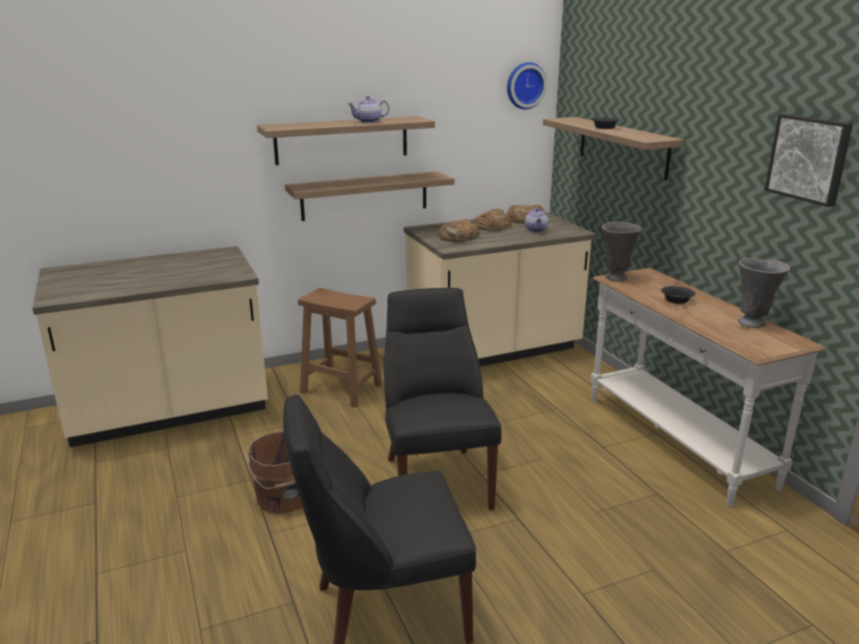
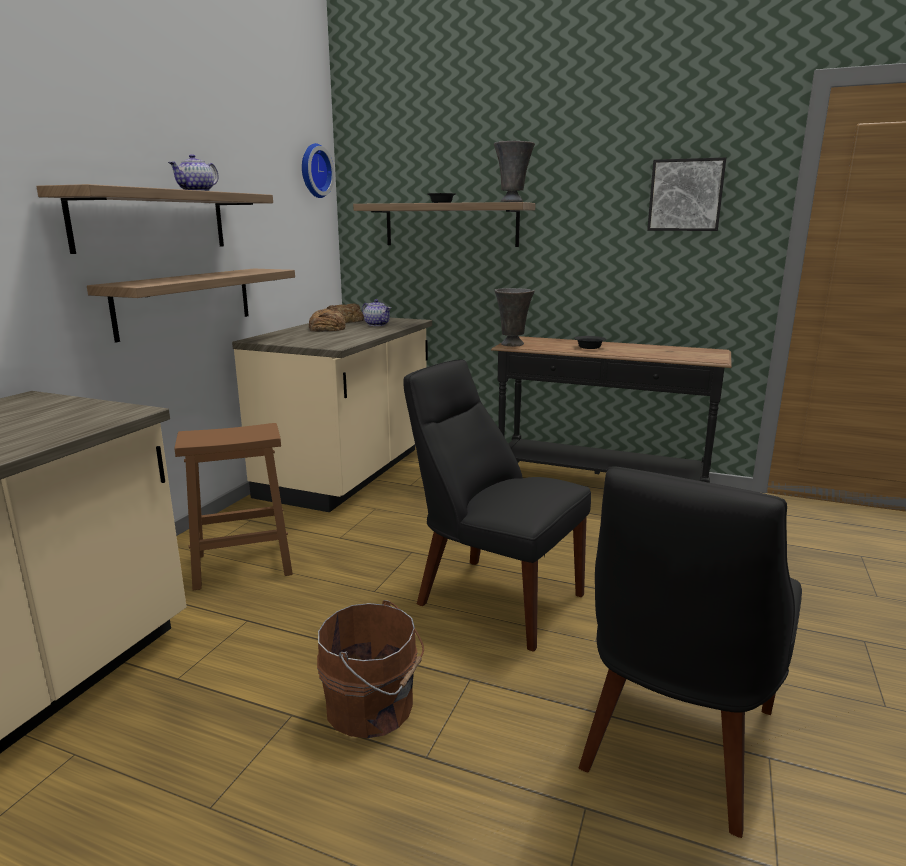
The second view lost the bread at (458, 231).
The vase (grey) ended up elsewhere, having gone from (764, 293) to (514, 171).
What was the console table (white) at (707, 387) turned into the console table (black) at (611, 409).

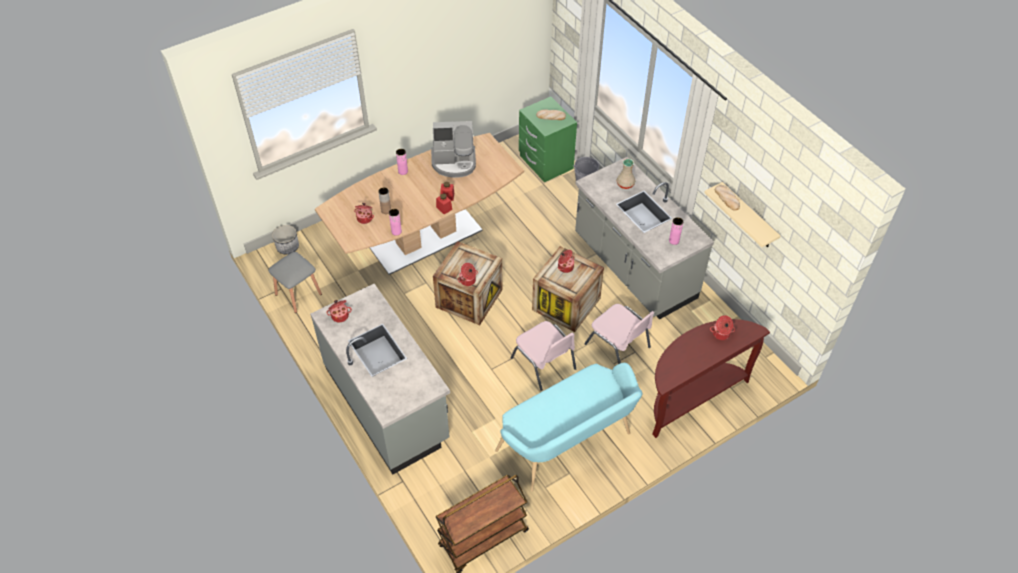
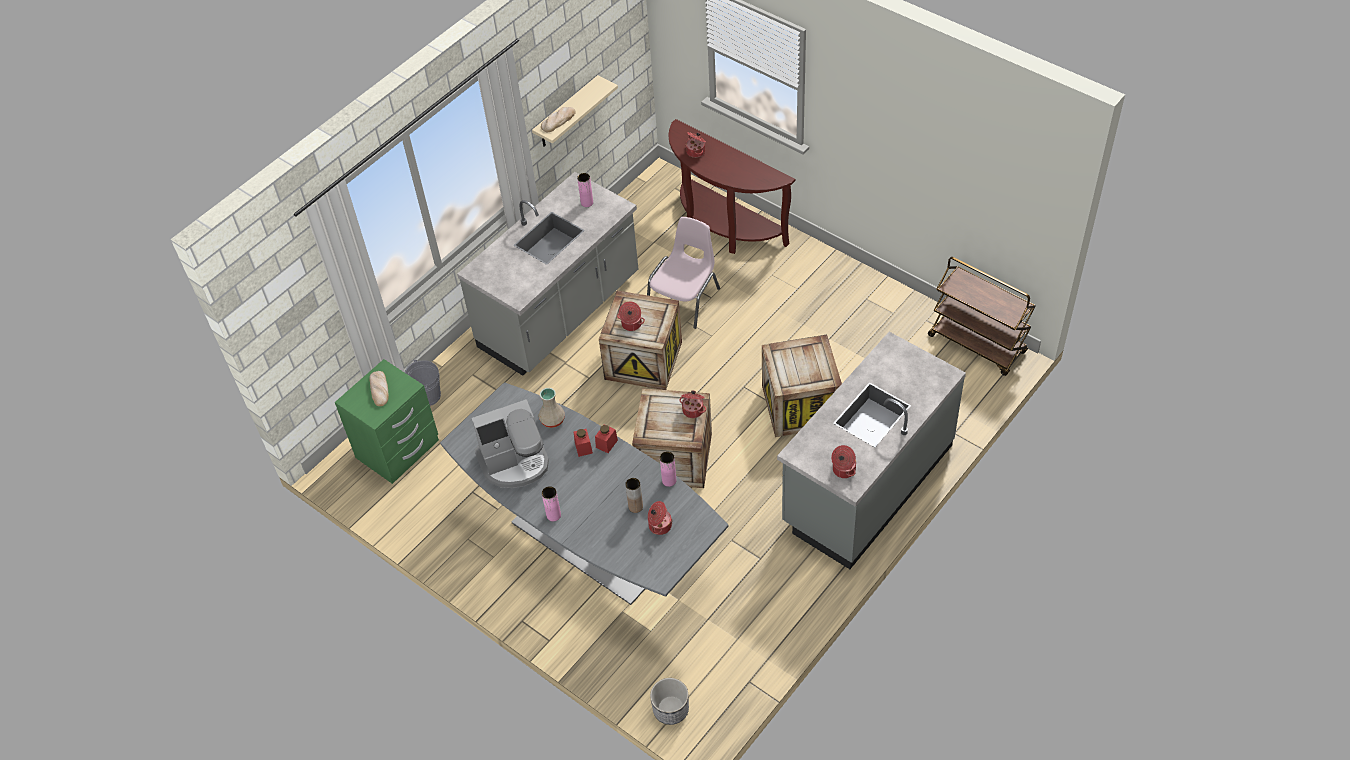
The coffee machine at (453, 149) ended up facing another way, 90 degrees clockwise from before.
What was the dining table (brown) at (419, 204) turned into the dining table (grey) at (584, 493).
The vase (beige) ended up elsewhere, having gone from (626, 174) to (552, 408).
The second view lost the stool (grey) at (295, 282).
The second view lost the chair (pink) at (543, 356).
The second view lost the bench (turquoise) at (569, 427).
The second view gained the crate at (802, 385).

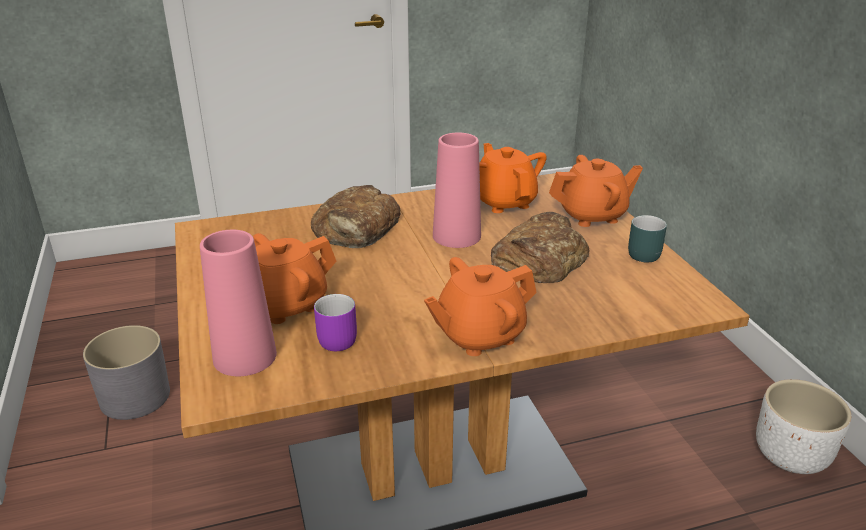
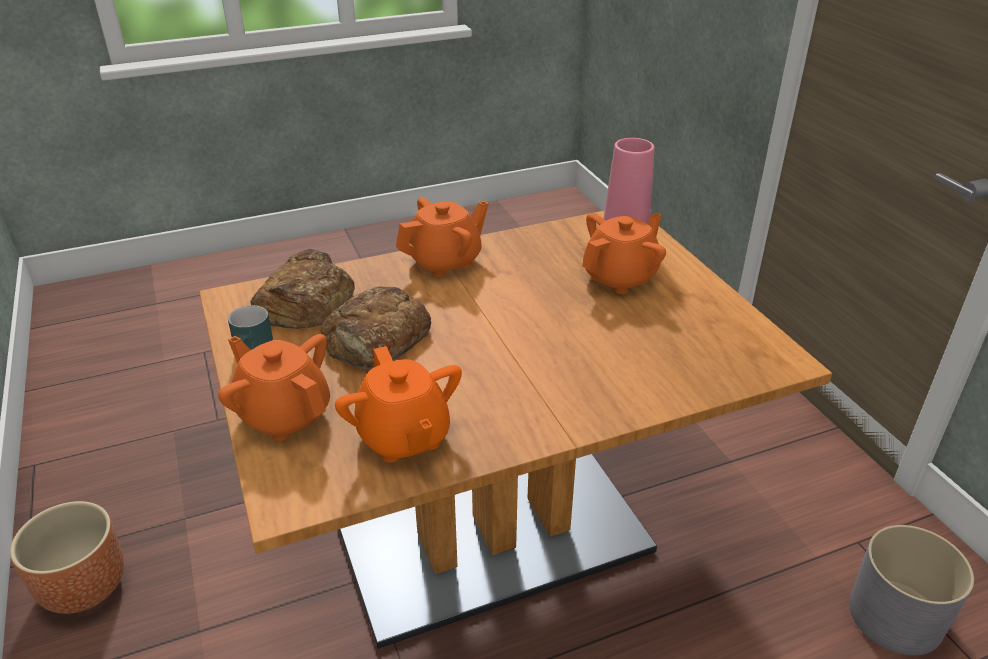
The second view lost the vase (pink) at (457, 190).
The teapot (orange) at (596, 191) ended up facing another way, 60 degrees clockwise from before.
The bread ended up elsewhere, having gone from (356, 216) to (303, 289).
The second view lost the mug (purple) at (335, 322).
What was the planter (white) at (804, 426) turned into the planter (brown) at (67, 557).

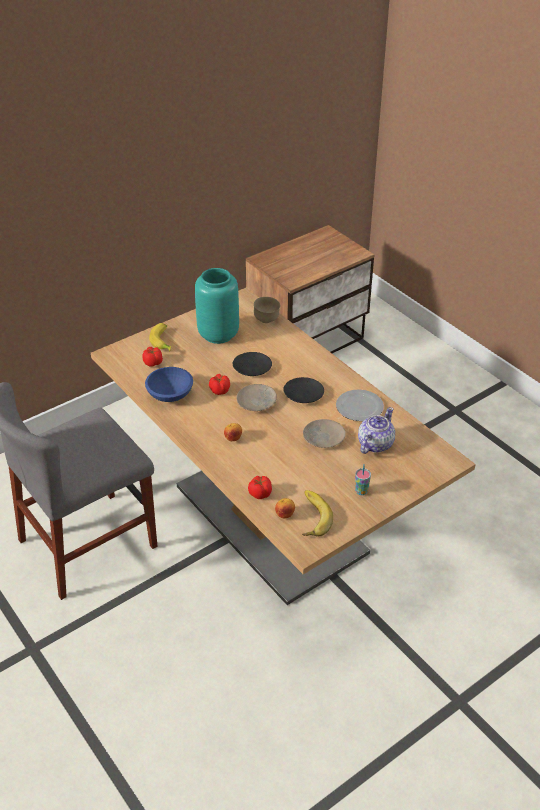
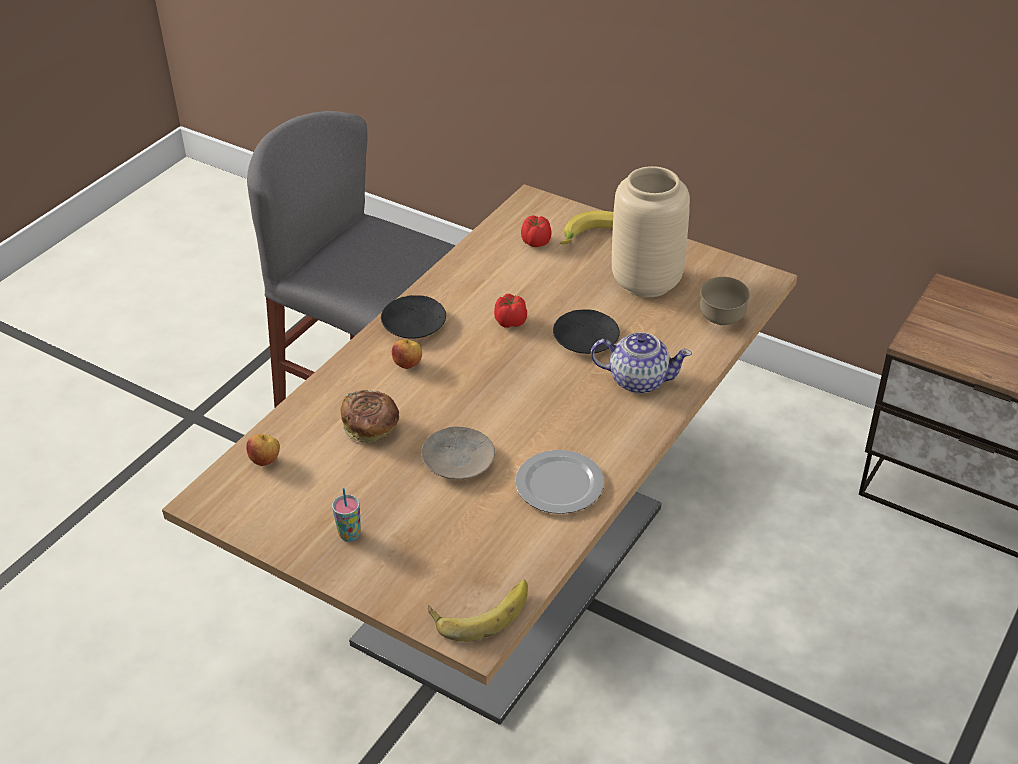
What was the vase (turquoise) at (217, 306) turned into the vase (beige) at (651, 232).
The second view lost the bowl (blue) at (169, 384).
The plate (black) ended up elsewhere, having gone from (303, 390) to (413, 317).
The second view lost the plate (beige) at (257, 397).
The teapot ended up elsewhere, having gone from (376, 430) to (641, 363).
The second view lost the tomato at (260, 487).
The banana ended up elsewhere, having gone from (317, 513) to (478, 611).
The second view gained the bread at (369, 416).

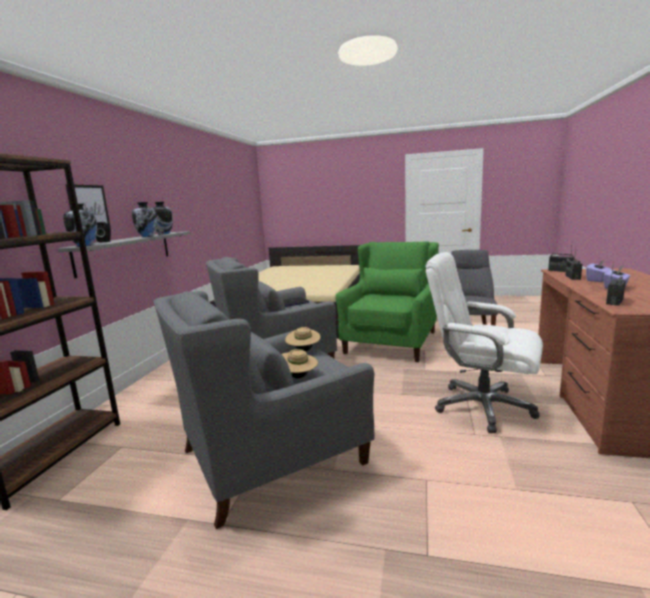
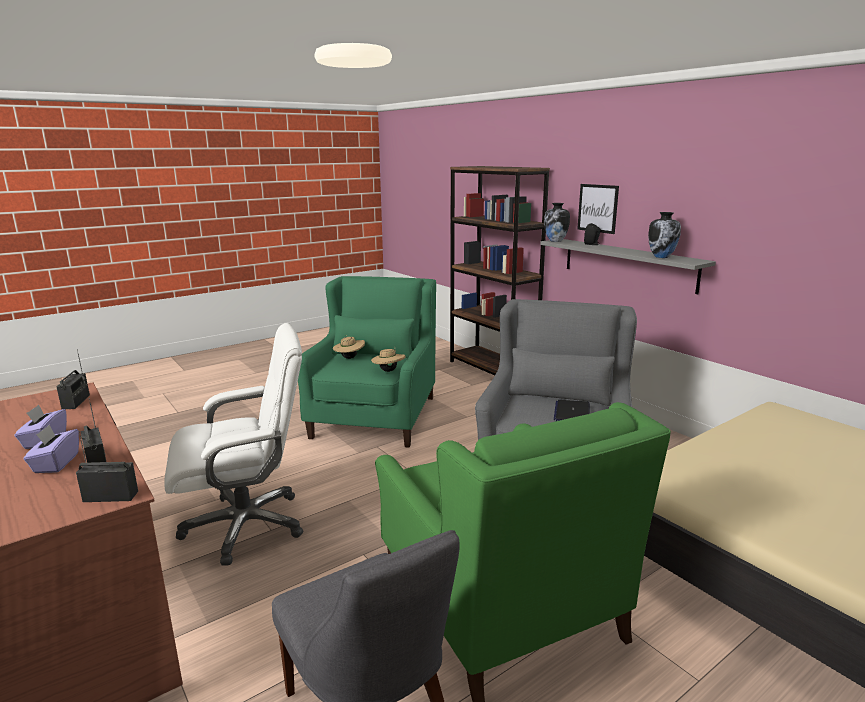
The second view lost the vase at (144, 219).
What was the armchair (grey) at (264, 410) turned into the armchair (green) at (367, 362).

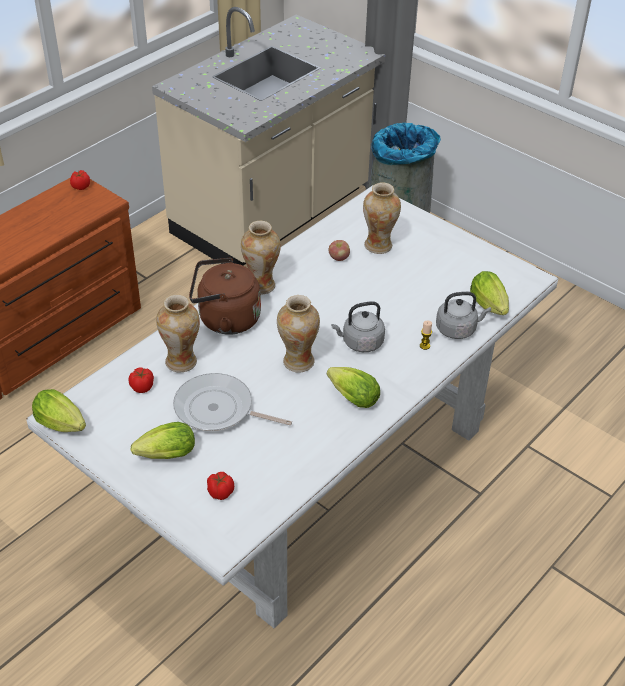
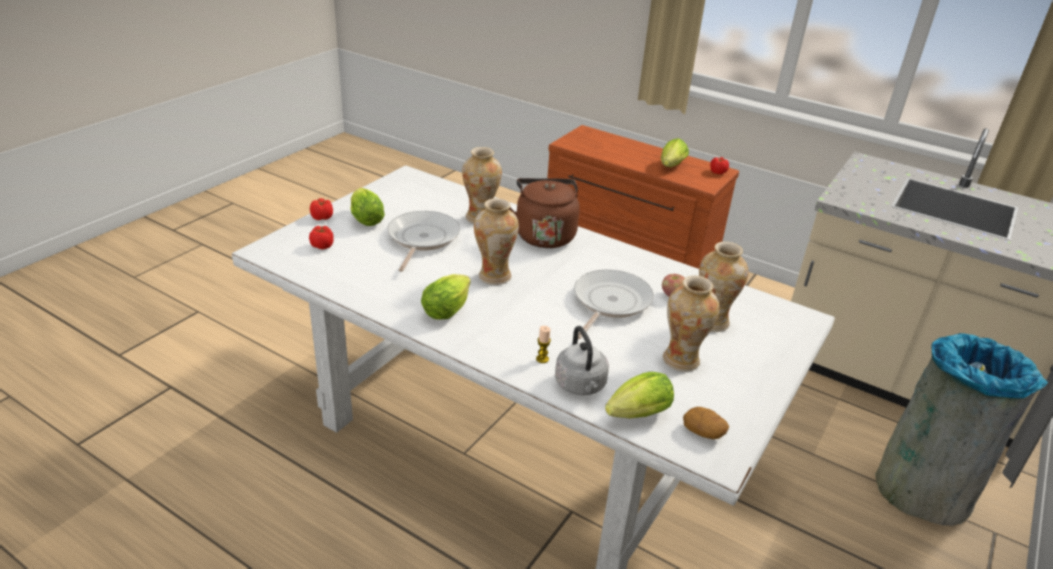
The vase ended up elsewhere, having gone from (261, 258) to (691, 324).
The second view lost the kettle (grey) at (358, 326).
The tomato ended up elsewhere, having gone from (141, 380) to (321, 209).
The lettuce ended up elsewhere, having gone from (59, 410) to (675, 152).
The second view gained the frying pan at (614, 304).
The second view gained the potato at (706, 423).

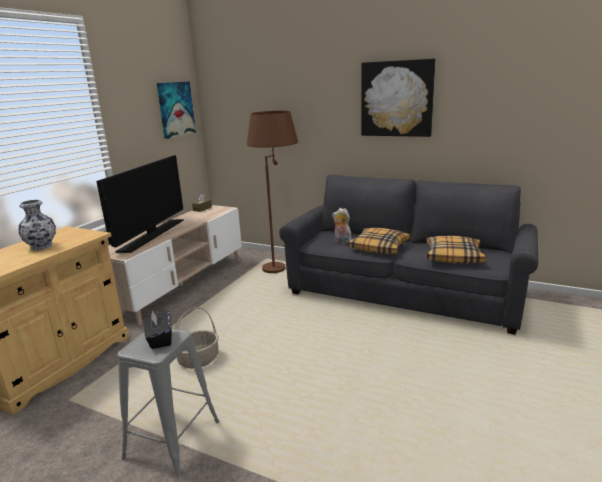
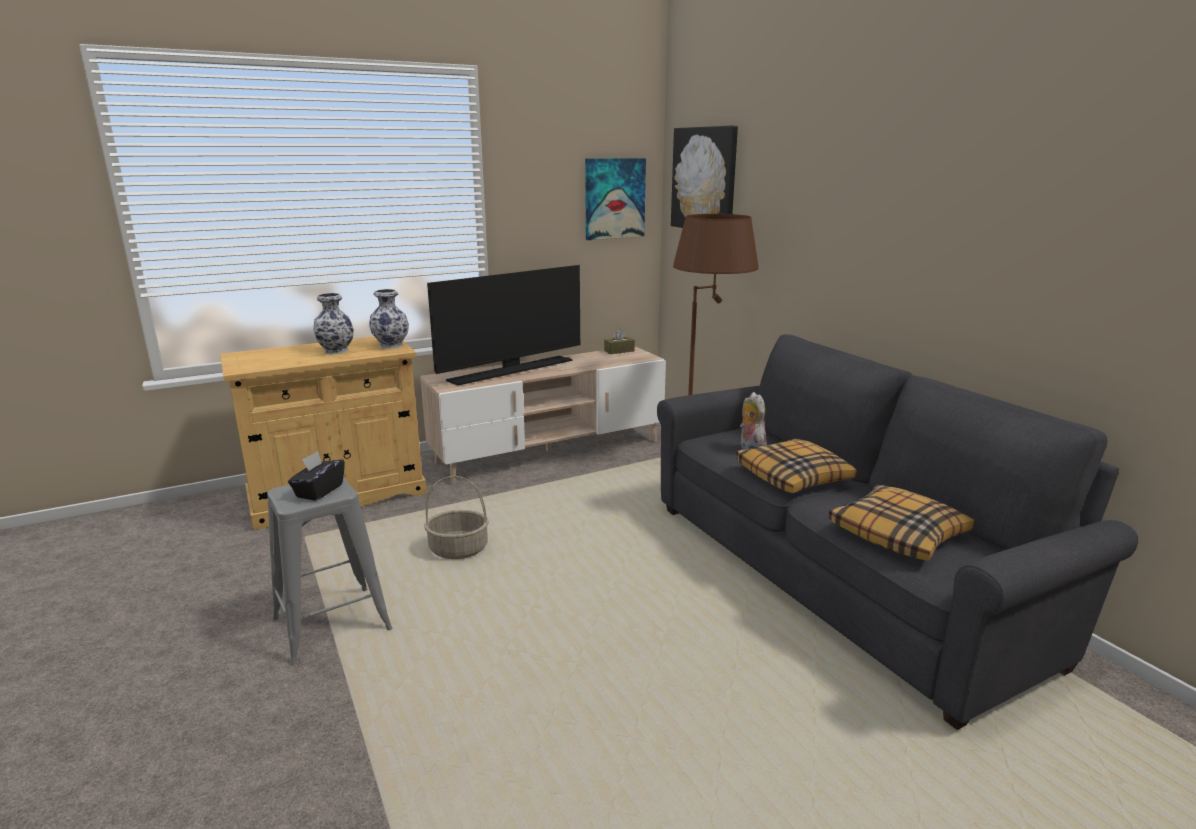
The picture ended up elsewhere, having gone from (398, 98) to (704, 177).
The second view gained the vase at (389, 319).

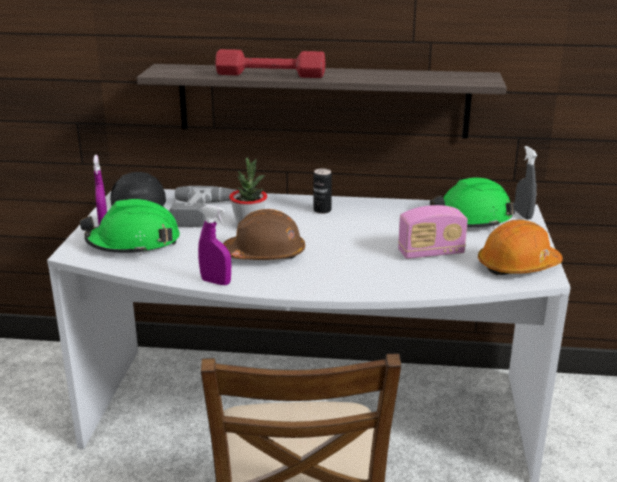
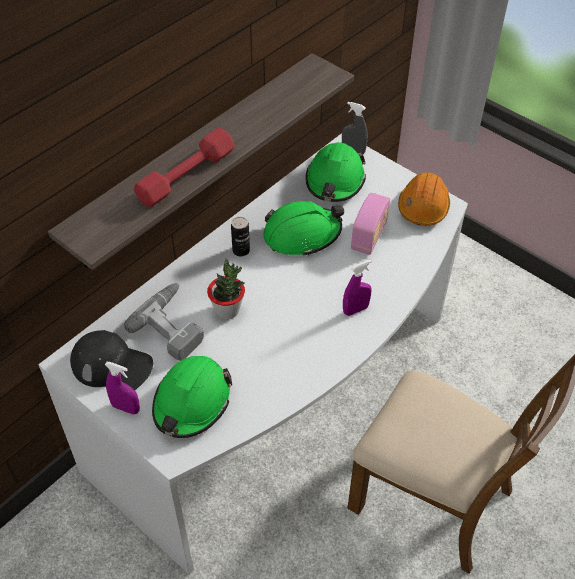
The spray bottle (purple) ended up elsewhere, having gone from (214, 245) to (357, 288).
The second view lost the hard hat (brown) at (264, 234).
The second view gained the hard hat (green) at (303, 228).

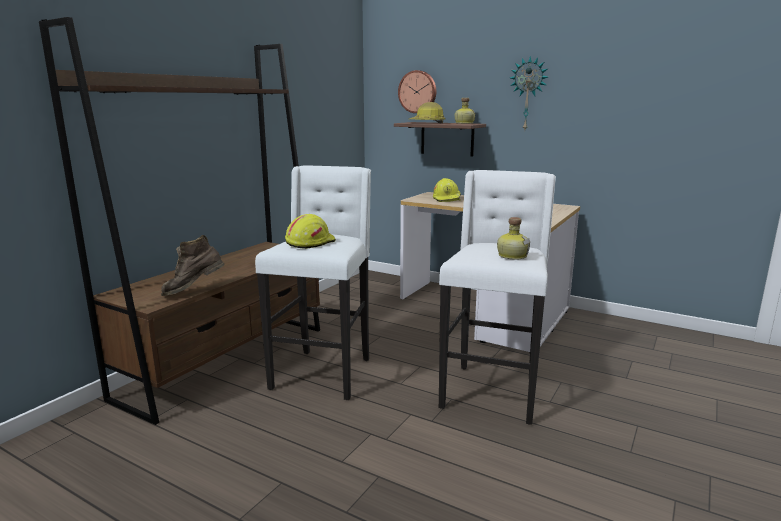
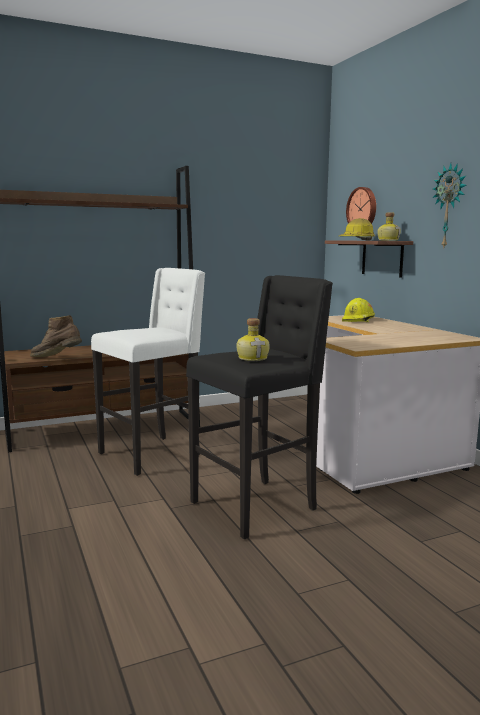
What was the stool (white) at (497, 297) turned into the stool (black) at (259, 407).
The second view lost the hard hat (yellow) at (310, 231).

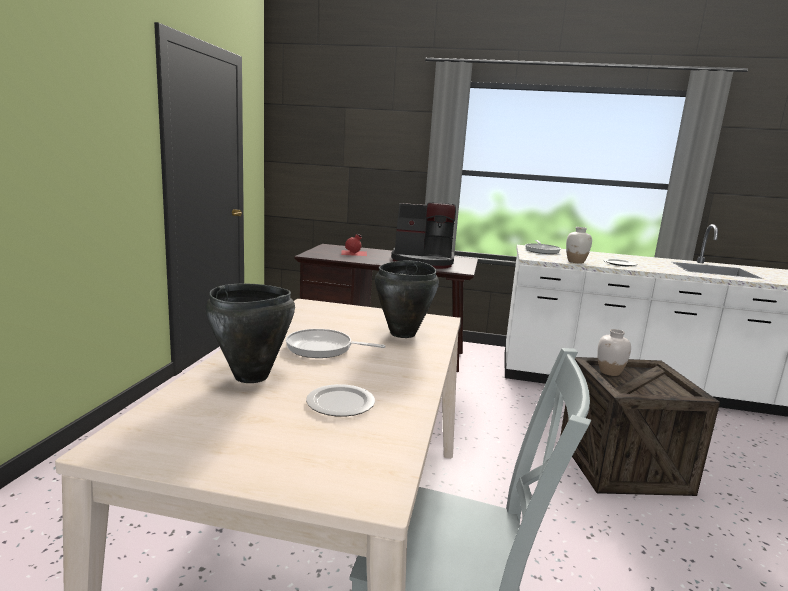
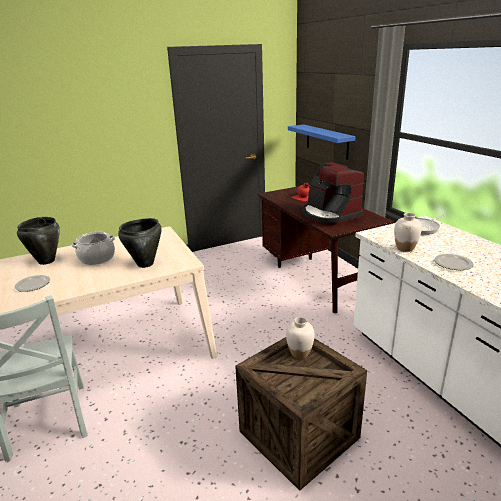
Where the frying pan stood at (336, 343), the cooking pot came to stand at (93, 248).
The second view gained the shelf (blue) at (322, 142).

